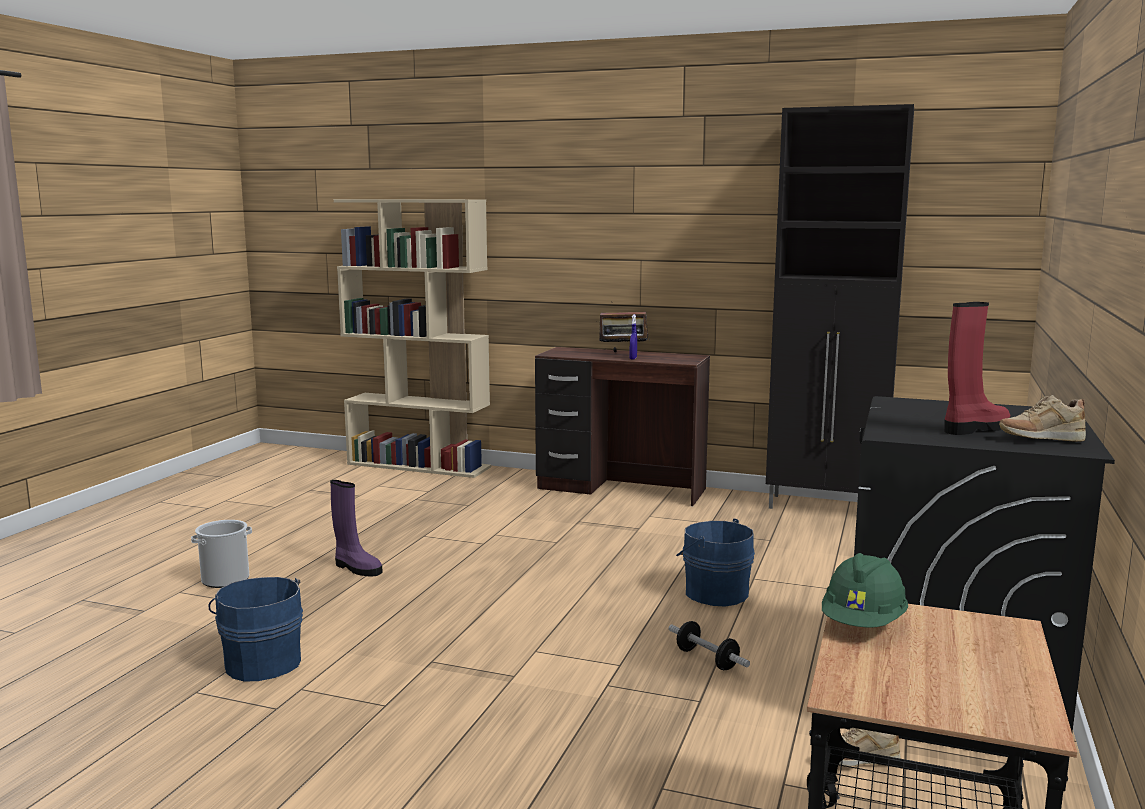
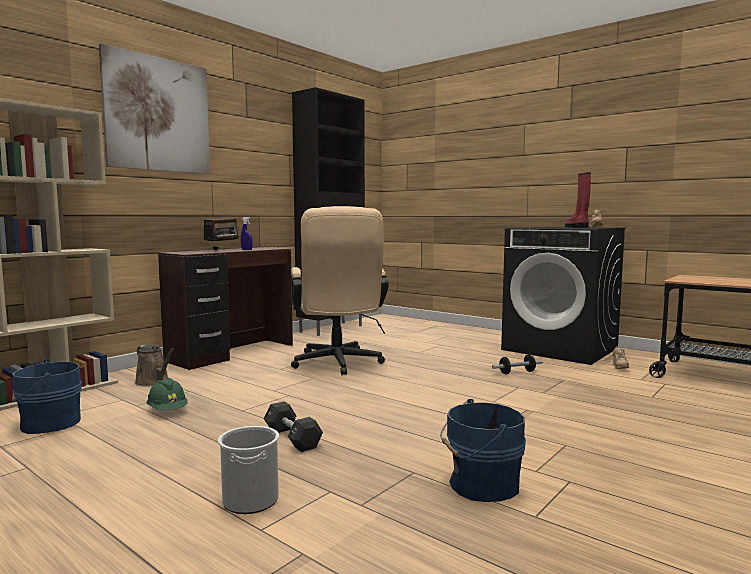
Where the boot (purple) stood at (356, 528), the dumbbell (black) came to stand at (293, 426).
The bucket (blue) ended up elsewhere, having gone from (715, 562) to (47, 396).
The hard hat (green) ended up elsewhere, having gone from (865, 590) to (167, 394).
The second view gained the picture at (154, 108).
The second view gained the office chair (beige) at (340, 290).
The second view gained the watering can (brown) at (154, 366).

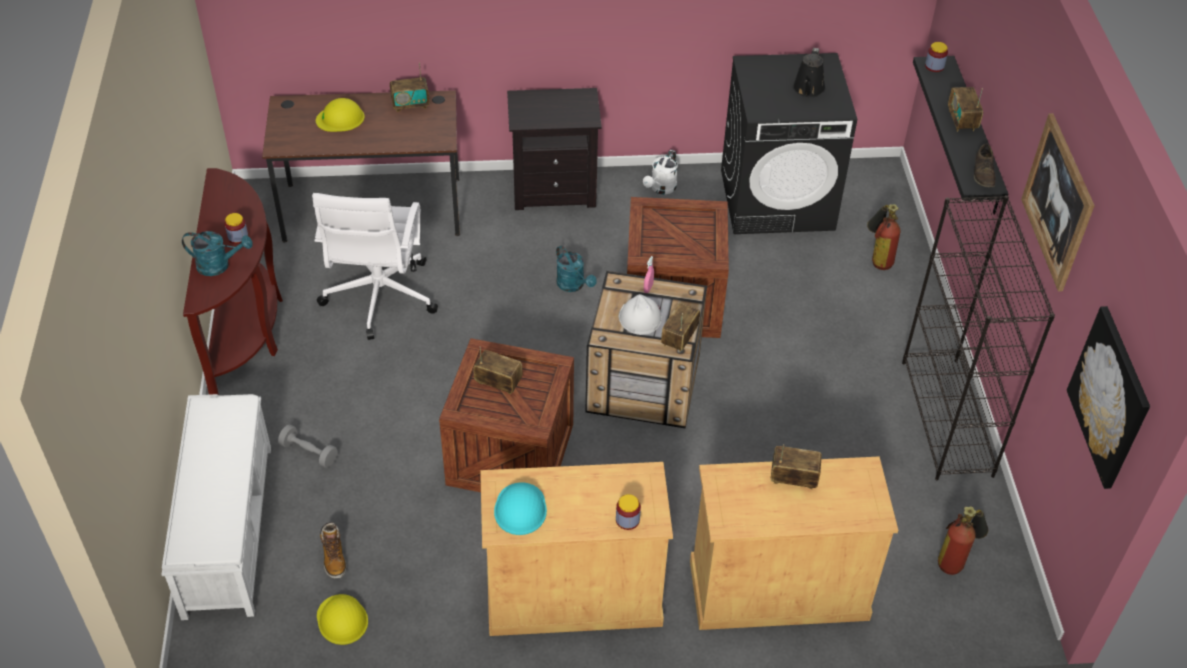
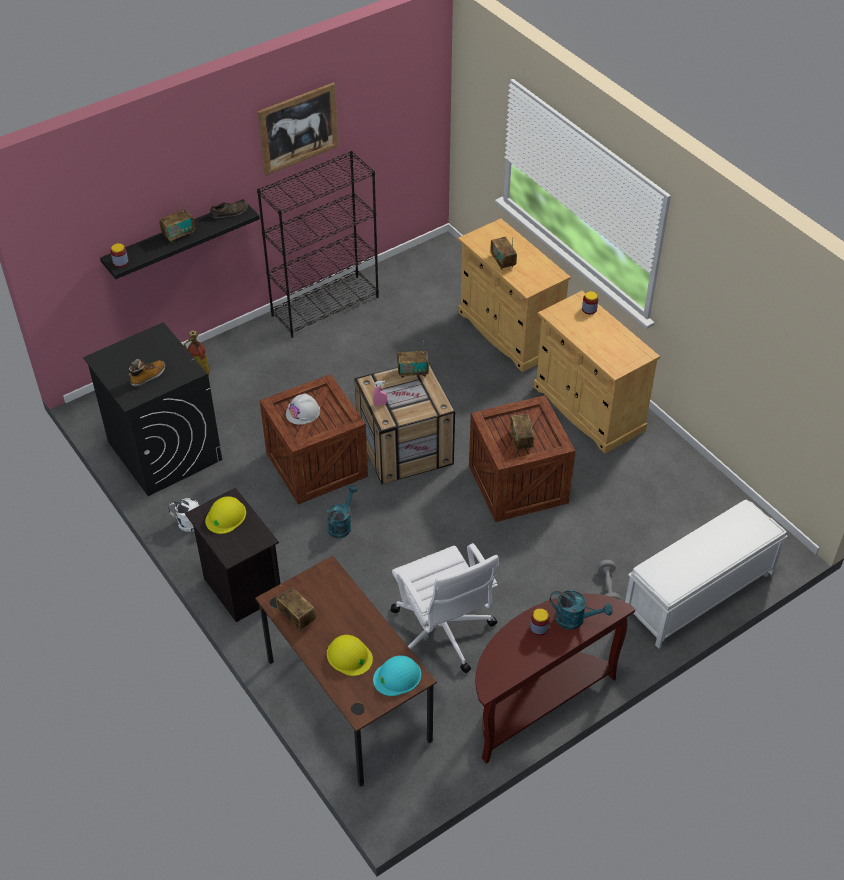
The second view lost the watering can (black) at (809, 72).
The office chair (white) at (375, 266) ended up facing another way, 90 degrees clockwise from before.
The watering can (turquoise) at (217, 253) ended up facing another way, 135 degrees clockwise from before.
The hard hat (white) ended up elsewhere, having gone from (640, 314) to (303, 409).
The second view lost the picture at (1108, 397).
The hard hat (turquoise) ended up elsewhere, having gone from (520, 508) to (397, 676).
The second view lost the fire extinguisher at (963, 540).
The boot ended up elsewhere, having gone from (333, 550) to (146, 373).
The hard hat (yellow) ended up elsewhere, having gone from (342, 619) to (225, 515).

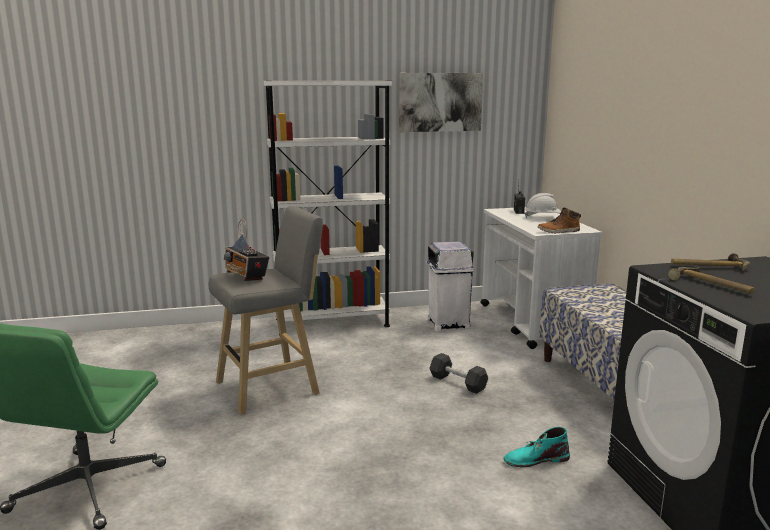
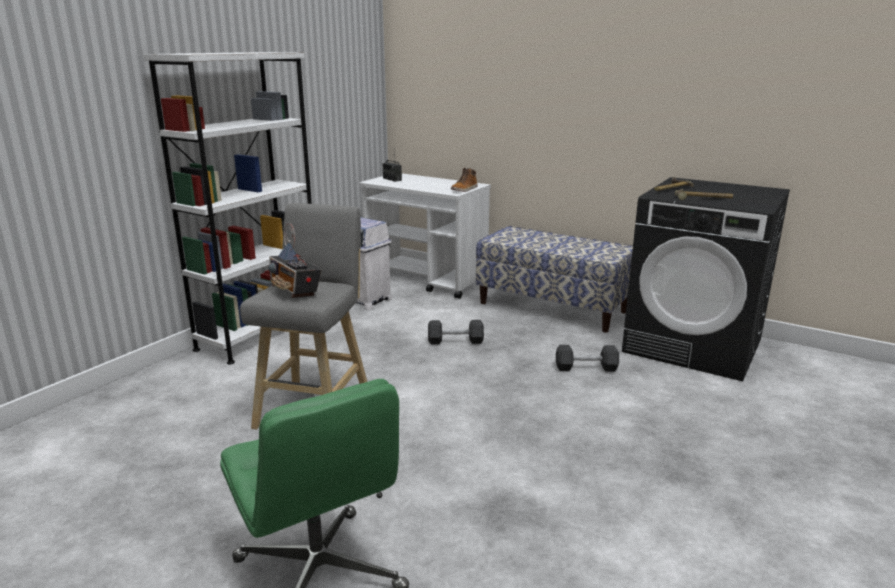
The second view lost the picture at (441, 102).
The second view lost the hard hat (white) at (542, 205).
The radio at (246, 250) ended up facing another way, 45 degrees clockwise from before.
Where the boot (turquoise) stood at (536, 447), the dumbbell (black) came to stand at (587, 358).

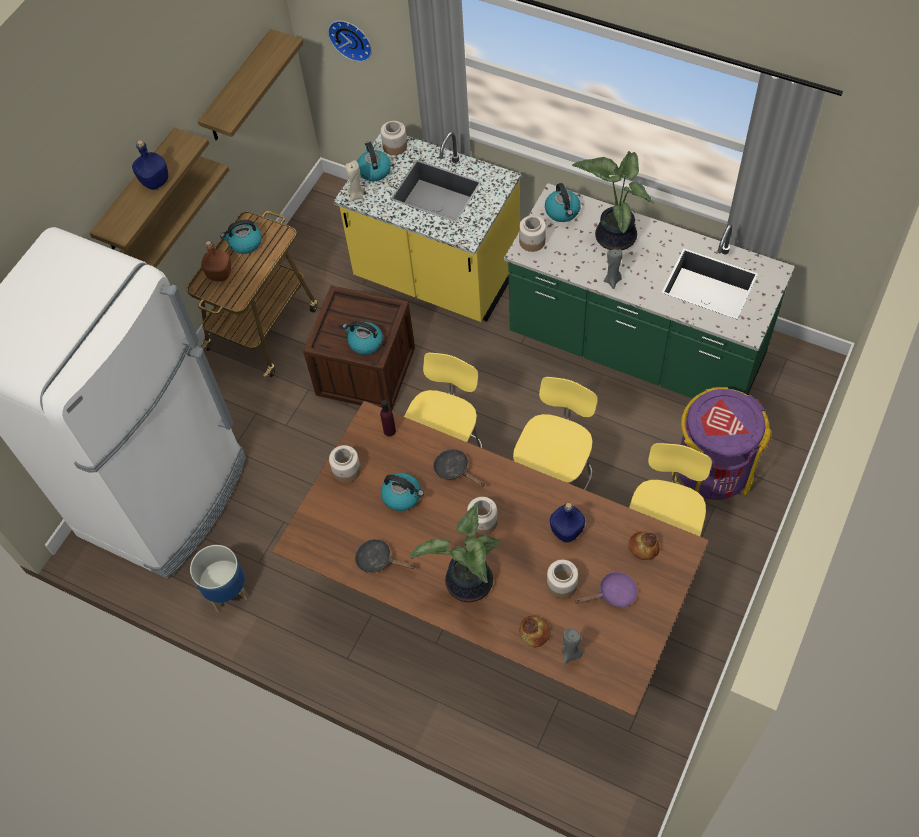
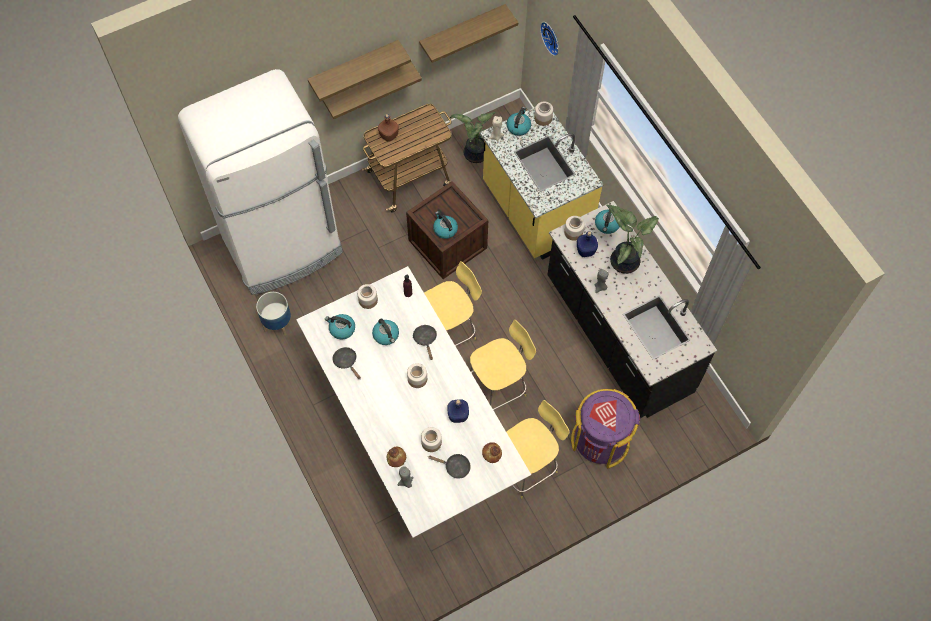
The bottle (blue) ended up elsewhere, having gone from (150, 165) to (587, 244).
What was the counter (green) at (649, 291) turned into the counter (black) at (632, 309).
The kettle ended up elsewhere, having gone from (241, 237) to (340, 327).
What was the dining table (brown) at (490, 558) turned into the dining table (white) at (413, 402).
The potted plant ended up elsewhere, having gone from (454, 552) to (472, 137).
What was the frying pan (purple) at (606, 589) turned into the frying pan (black) at (449, 466).

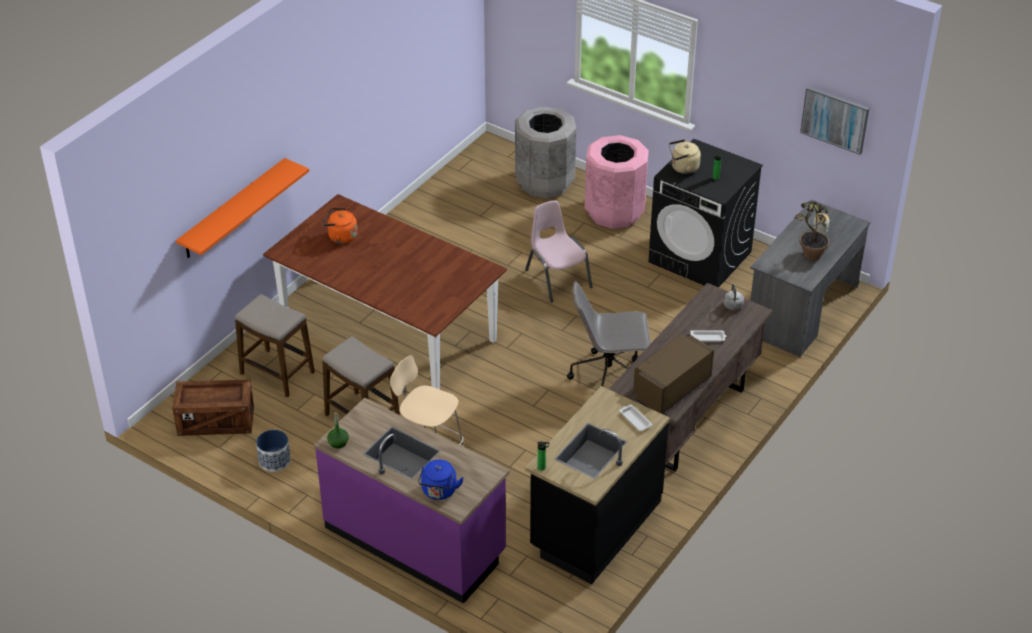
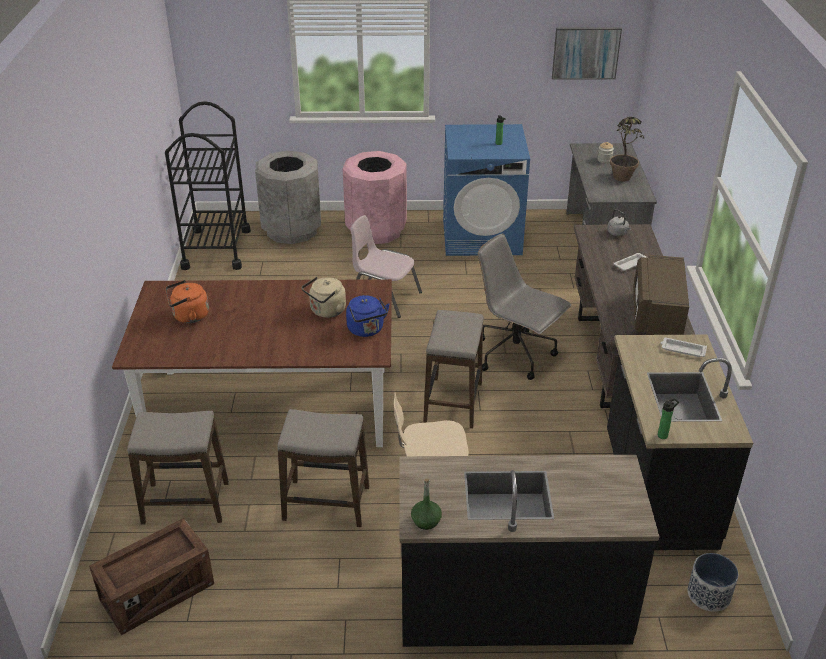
What was the washing machine (black) at (705, 212) turned into the washing machine (blue) at (486, 190).
The kettle (beige) ended up elsewhere, having gone from (685, 156) to (324, 297).
The second view lost the shelf (orange) at (242, 208).
The office chair (grey) at (609, 334) ended up facing another way, 75 degrees clockwise from before.
What was the counter (purple) at (412, 501) turned into the counter (black) at (530, 551).
The planter ended up elsewhere, having gone from (273, 451) to (712, 582).
The kettle (blue) ended up elsewhere, having gone from (441, 479) to (368, 316).
The second view gained the cart (black) at (208, 185).
The second view gained the stool at (453, 369).

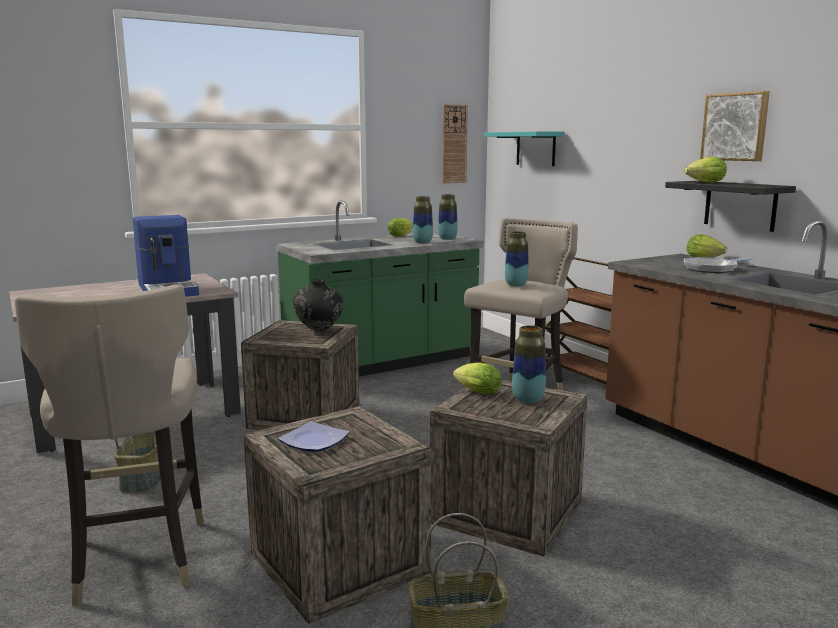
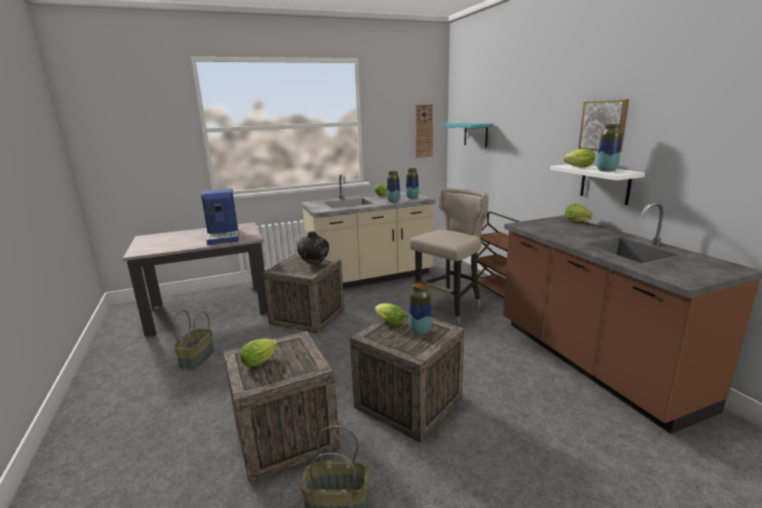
What was the shelf (black) at (730, 206) turned into the shelf (white) at (597, 184).
What was the counter (green) at (380, 288) turned into the counter (beige) at (368, 231).
The vase ended up elsewhere, having gone from (517, 259) to (609, 148).
The second view lost the frying pan at (718, 265).
The second view lost the stool (beige) at (109, 445).
Where the plate stood at (314, 436), the lettuce came to stand at (259, 353).

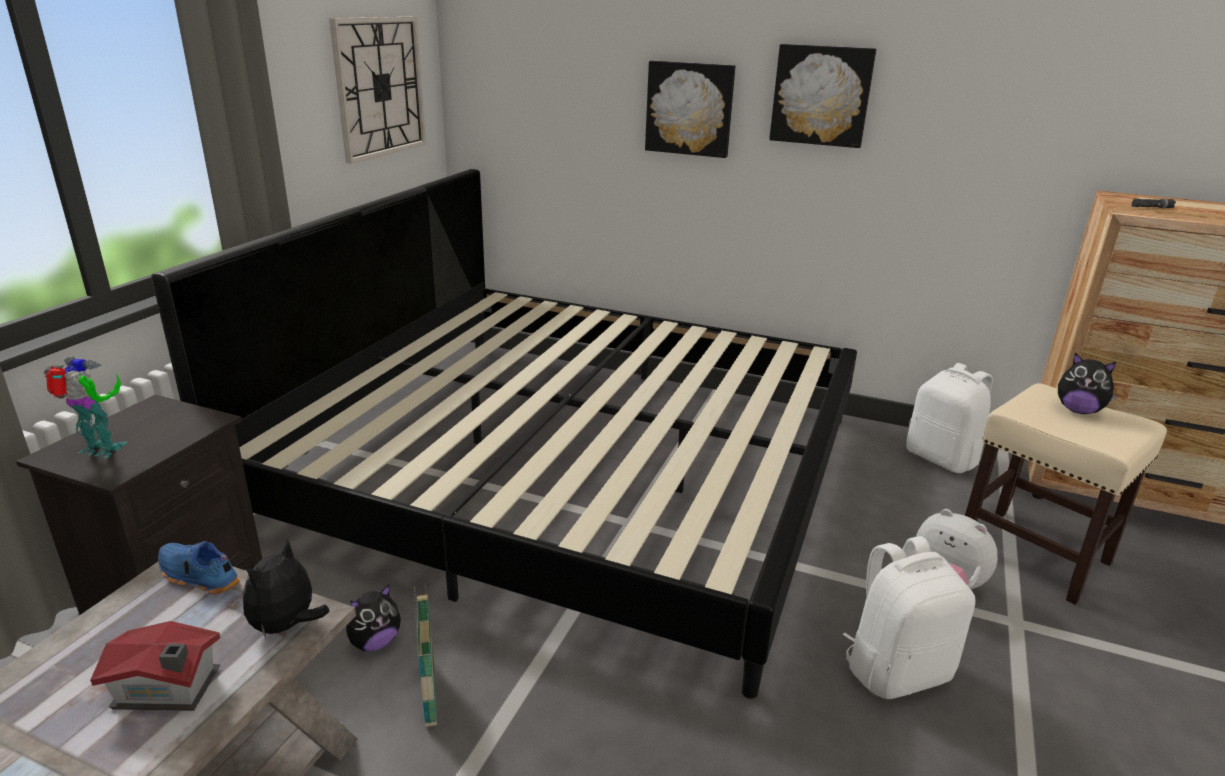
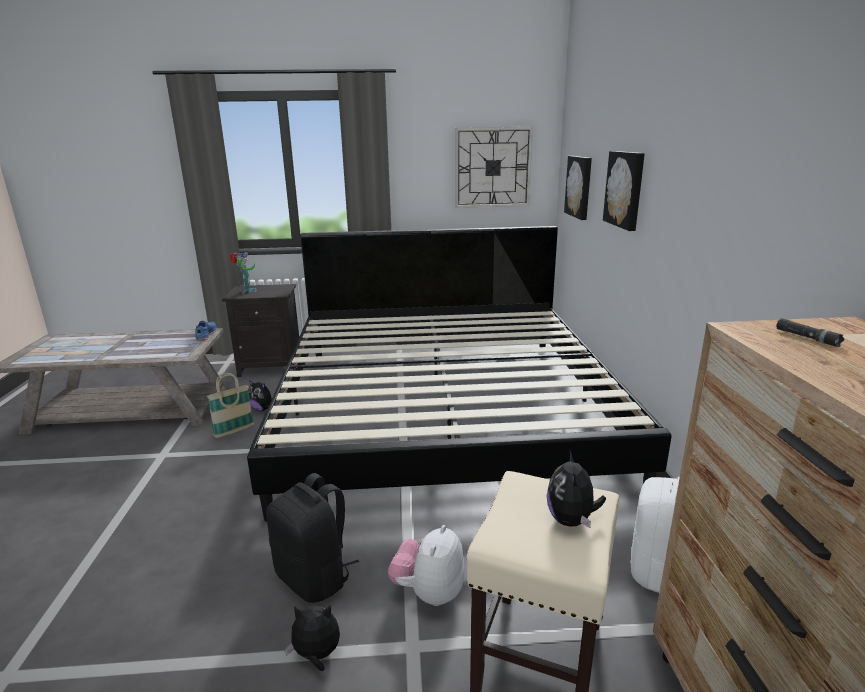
The picture ended up elsewhere, having gone from (822, 96) to (578, 188).
What was the backpack (white) at (909, 617) turned into the backpack (black) at (312, 538).
The plush toy ended up elsewhere, having gone from (286, 589) to (312, 638).
The second view lost the toy house at (155, 666).

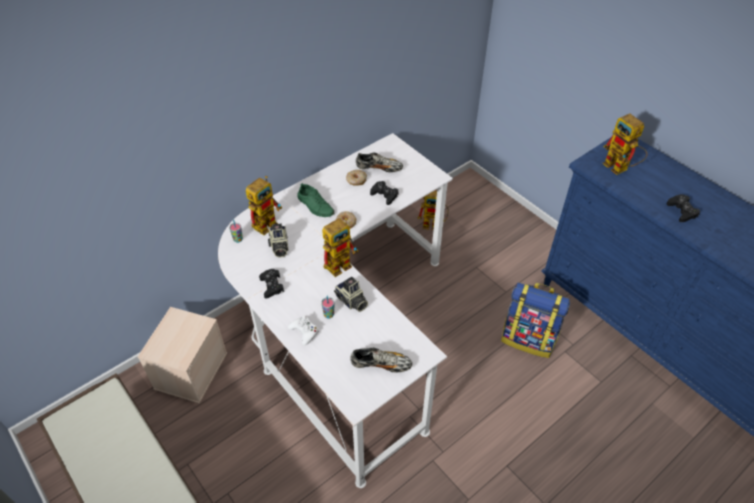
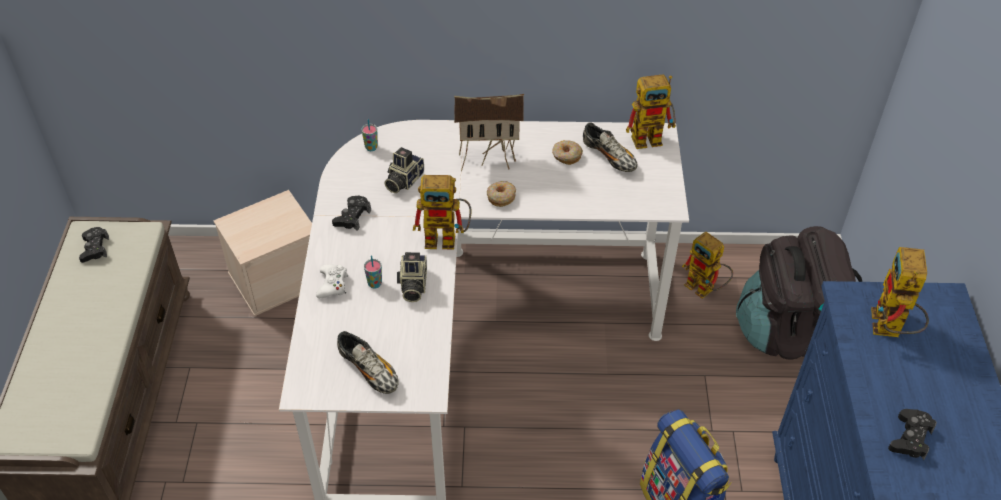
The toy robot ended up elsewhere, having gone from (264, 205) to (651, 111).
The game controller (black) ended up elsewhere, having gone from (384, 193) to (94, 245).
Where the shoe (green) stood at (315, 200), the toy house came to stand at (489, 132).
The second view gained the backpack (black) at (799, 292).

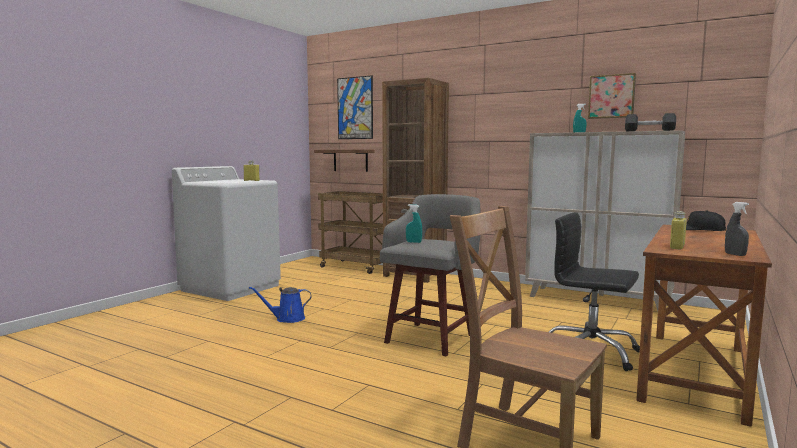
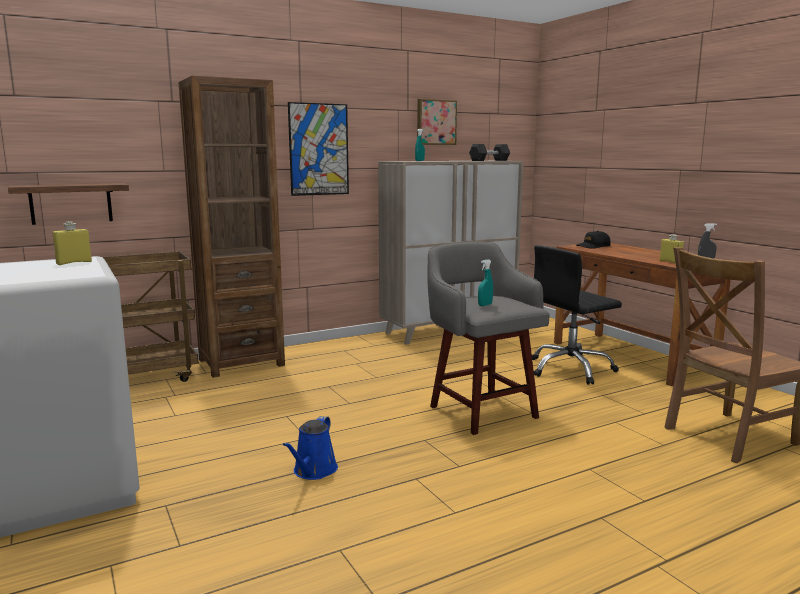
The picture ended up elsewhere, having gone from (355, 107) to (318, 149).

